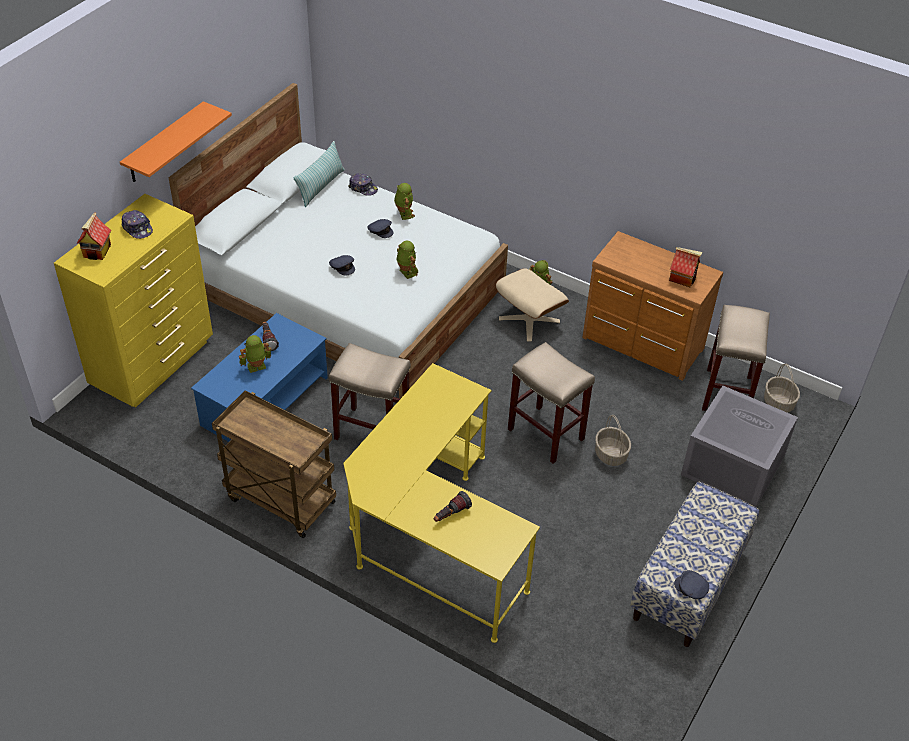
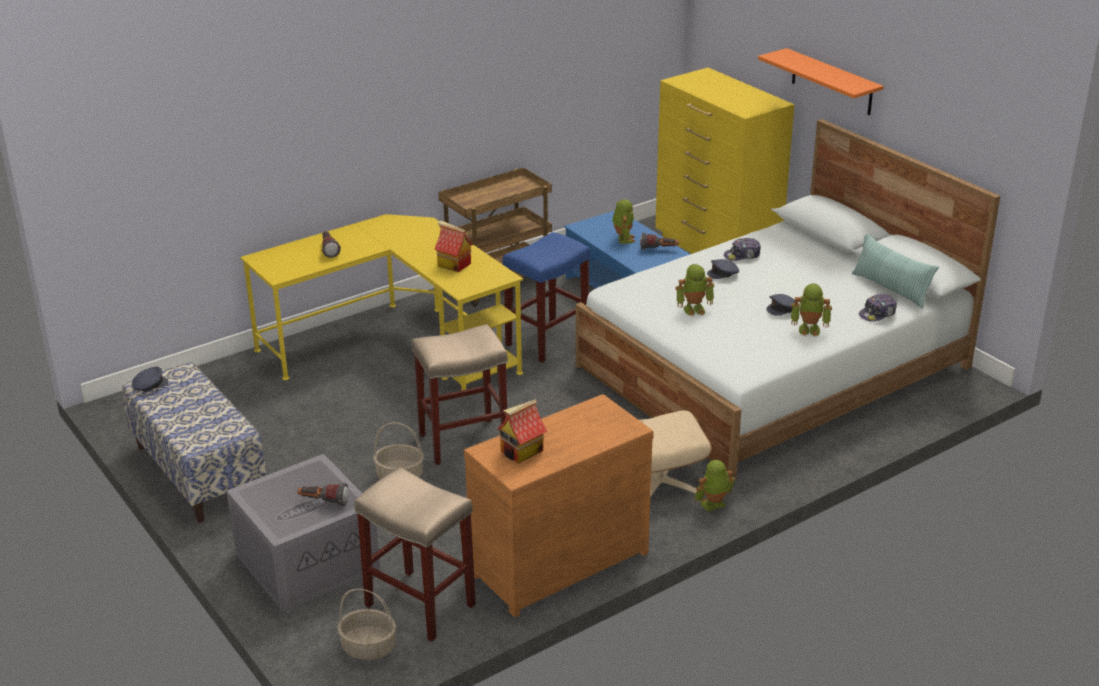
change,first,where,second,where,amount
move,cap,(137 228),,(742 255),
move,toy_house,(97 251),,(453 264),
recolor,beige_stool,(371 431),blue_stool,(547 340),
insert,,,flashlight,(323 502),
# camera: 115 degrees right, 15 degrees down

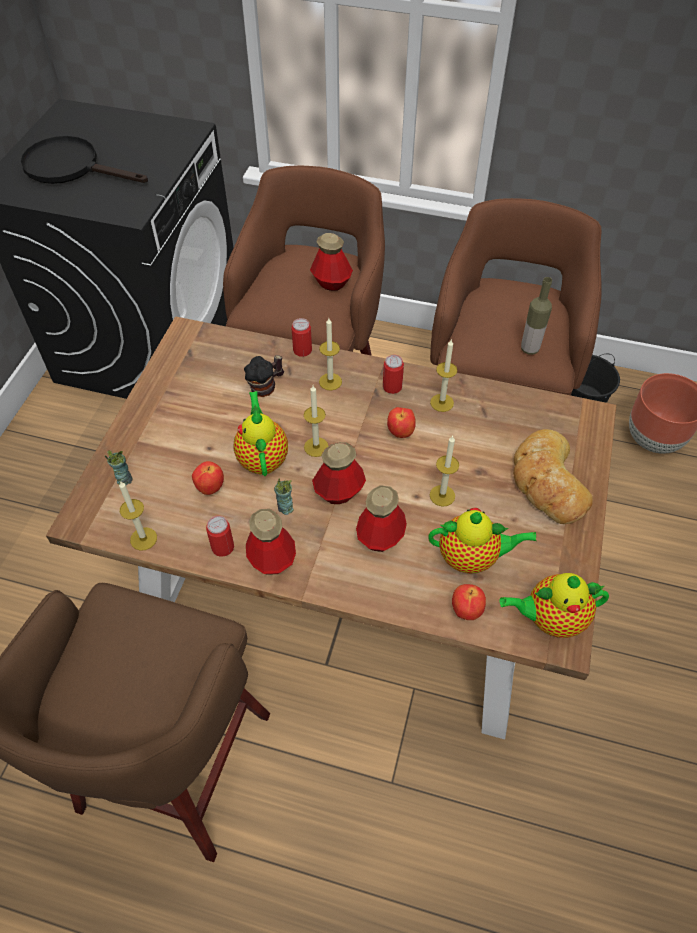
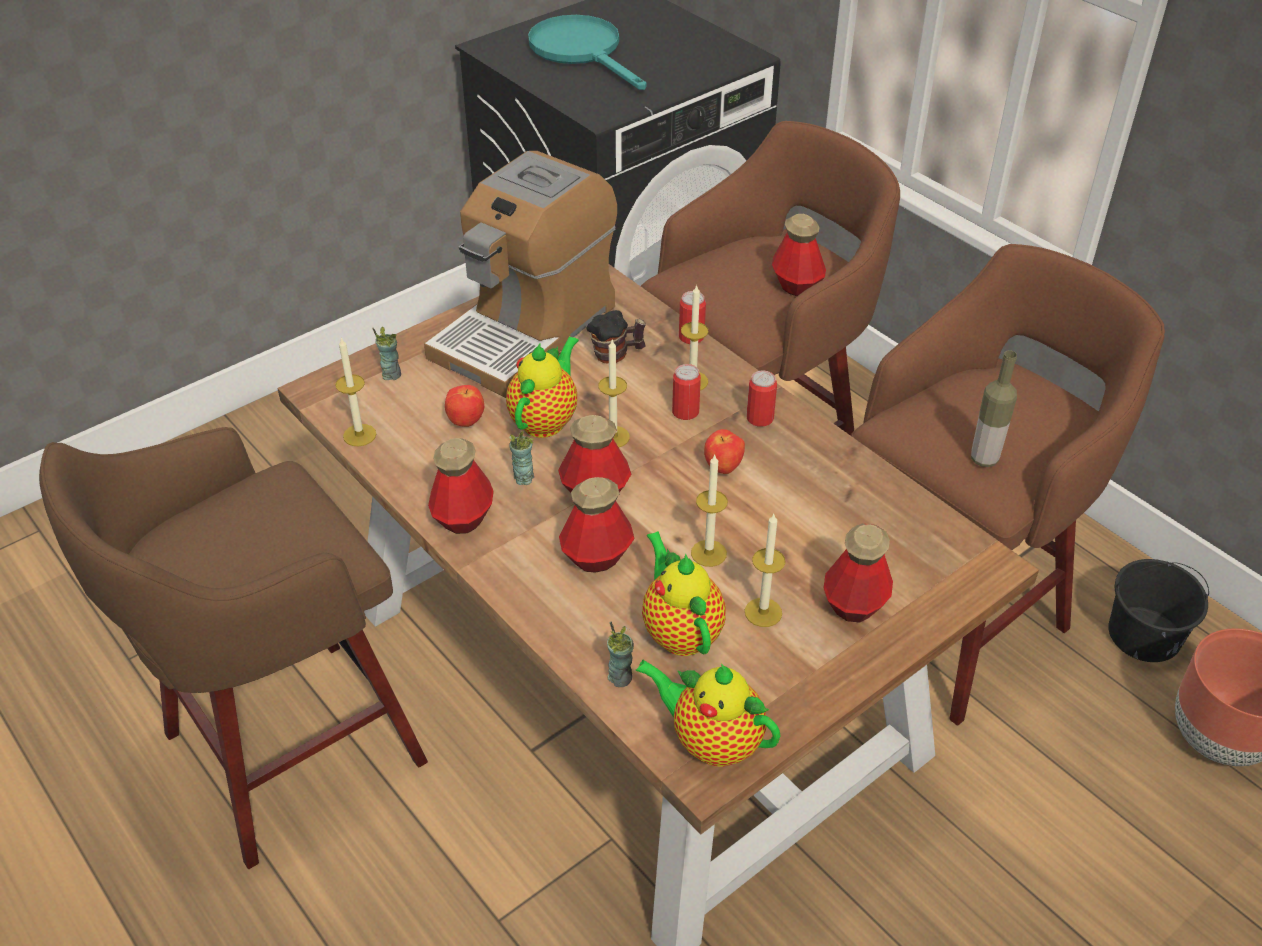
change,first,where,second,where,amount
recolor,black_frying_pan,(71 167),turquoise_frying_pan,(582 52),
move,candle,(442 402),,(763 612),
replace,bread,(547 481),bottle,(854 604),
rotate,teapot,(471 558),,(680 631),150 degrees counterclockwise
move,can,(223 547),,(685 412),
replace,apple,(465 610),cup,(620 677),
insert,,,coffee_machine,(526 330),
# camera: 35 degrees right, 10 degrees down

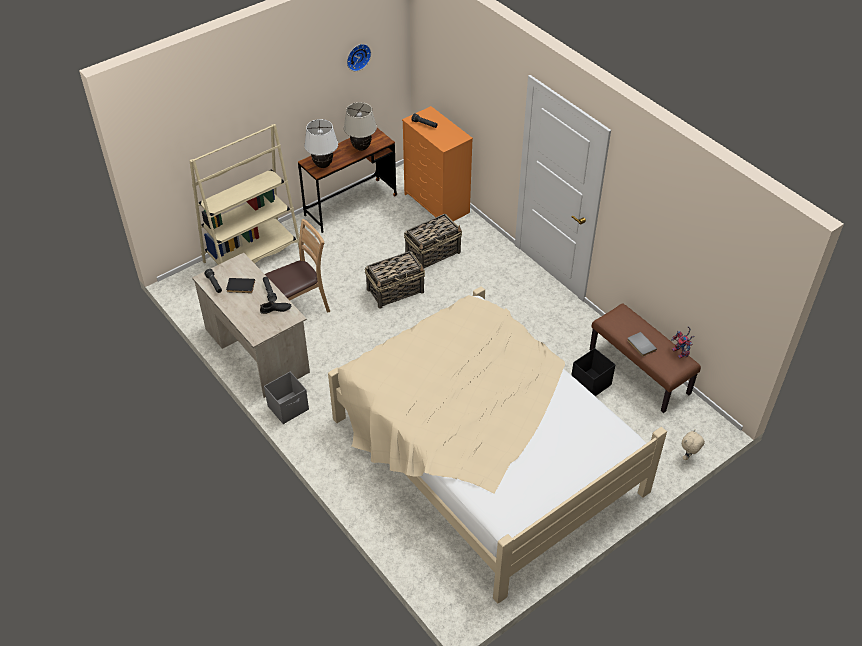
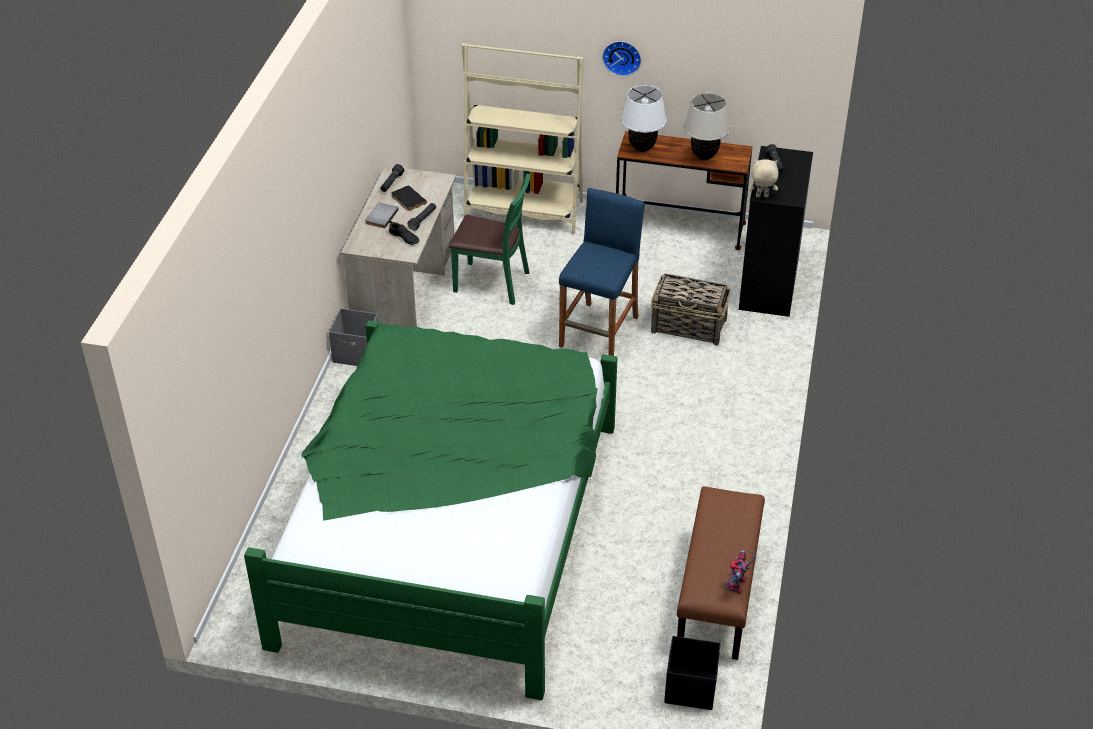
change,first,where,second,where,amount
move,wall_clock,(357 56),,(622 56),
recolor,orange_dresser,(437 203),black_dresser,(769 285),
recolor,brown_chair,(300 308),green_chair,(492 283),
replace,basket,(396 291),blue_stool,(599 332),
recolor,beige_bed,(485 454),green_bed,(449 529),
move,grey_book,(640 345),,(380 216),
move,black_storage_box,(590 384),,(689 688),
move,beige_plush_toy,(688 457),,(761 197),
# camera: 50 degrees right, 5 degrees down

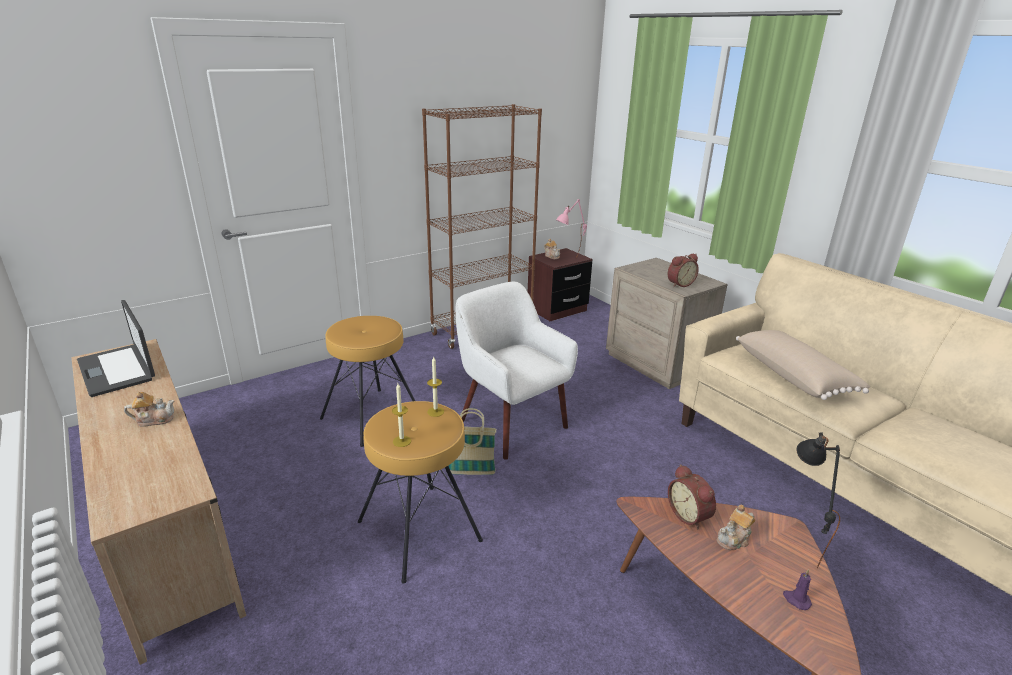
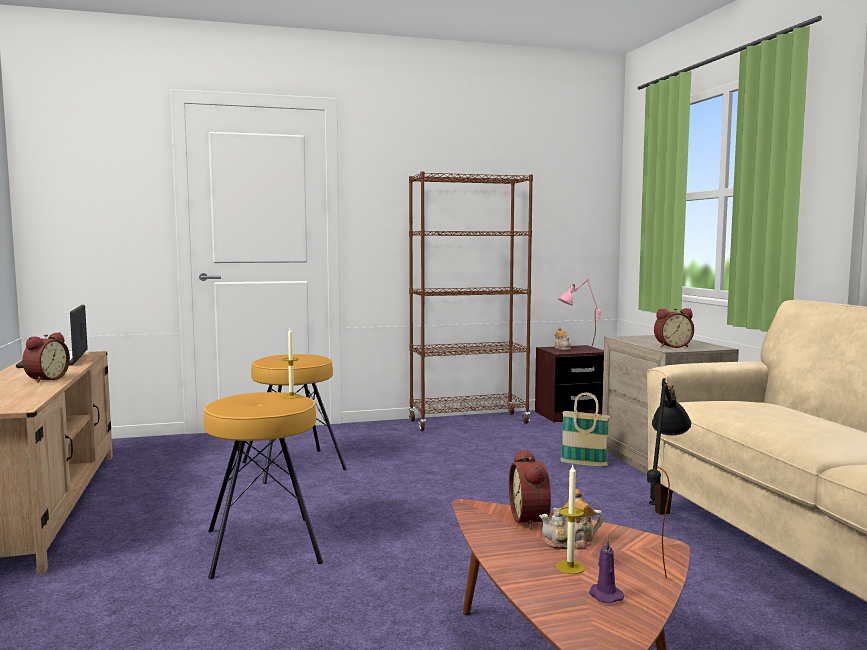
change,first,where,second,where,amount
delete,white_armchair,(511 424),,,
delete,beige_pillow,(794 376),,,
move,candle,(402 441),,(570 567),
replace,teapot,(154 419),alarm_clock,(45 379),
move,basket,(471 472),,(584 464),
# camera: 20 degrees right, 20 degrees down

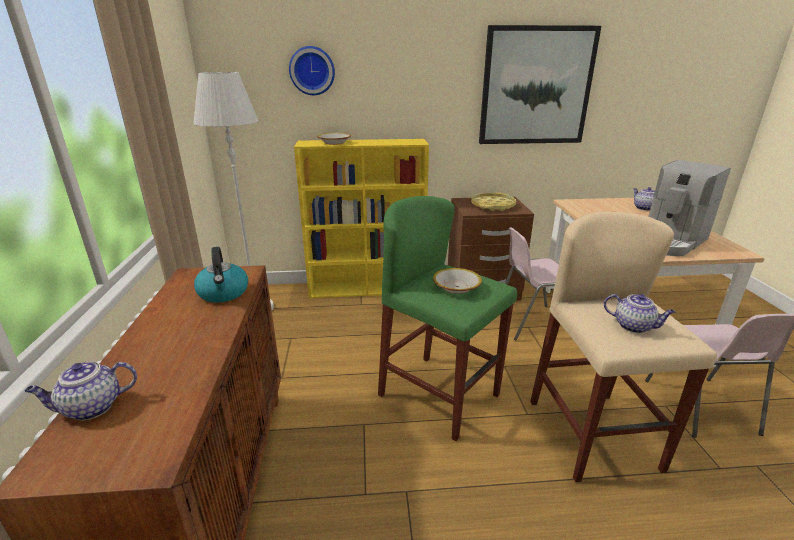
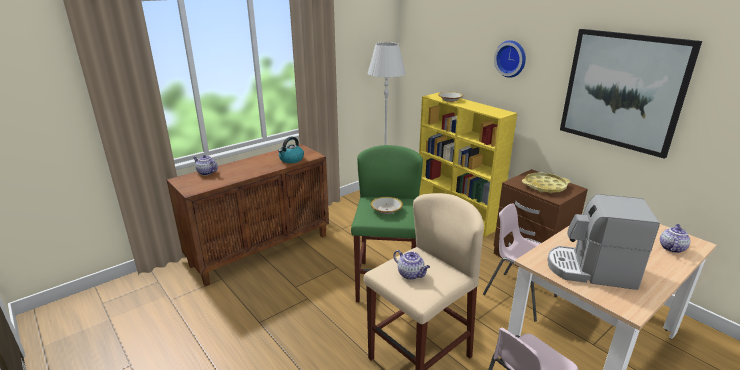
change,first,where,second,where,amount
move,wall_clock,(312 71),,(511 58),
rotate,teapot,(634 326),,(411 274),45 degrees counterclockwise
# camera: 55 degrees right, 0 degrees up

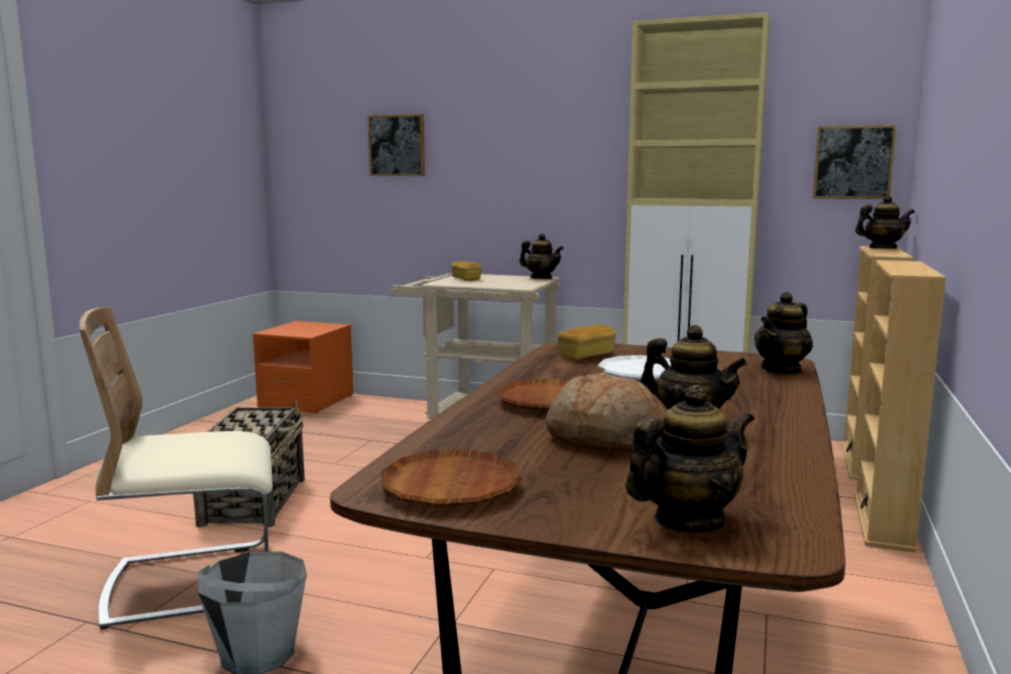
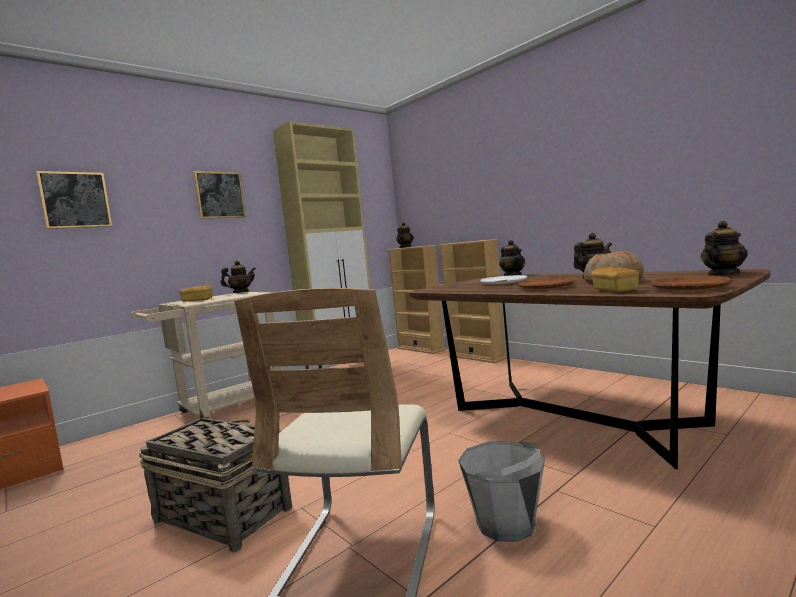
change,first,where,second,where,amount
move,picture,(853 162),,(219 195),
move,bread,(586 356),,(615 290),
rotate,teapot,(688 521),,(722 275),60 degrees clockwise
# camera: 60 degrees left, 5 degrees down

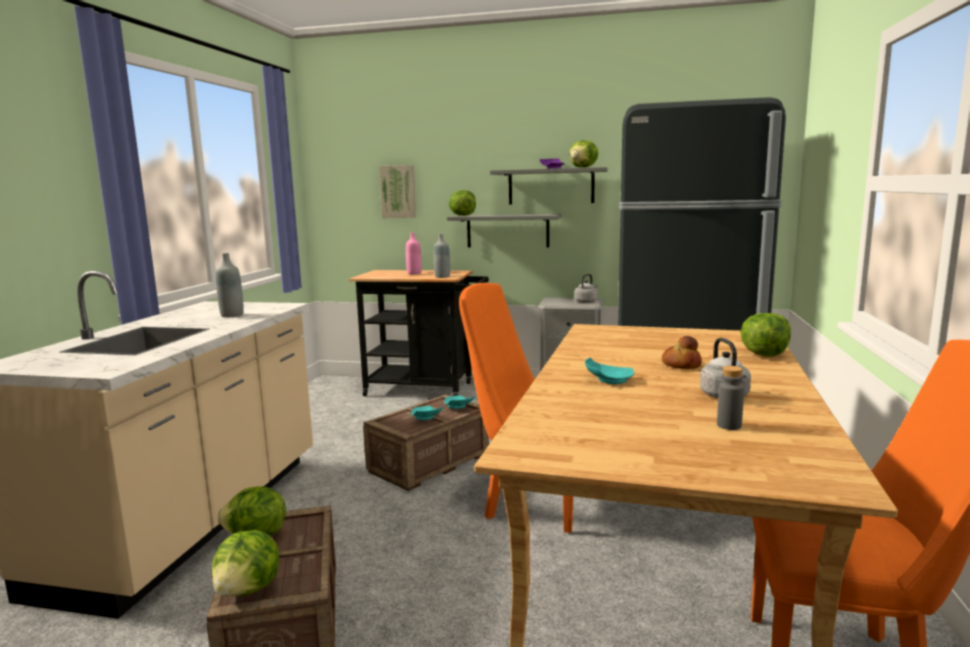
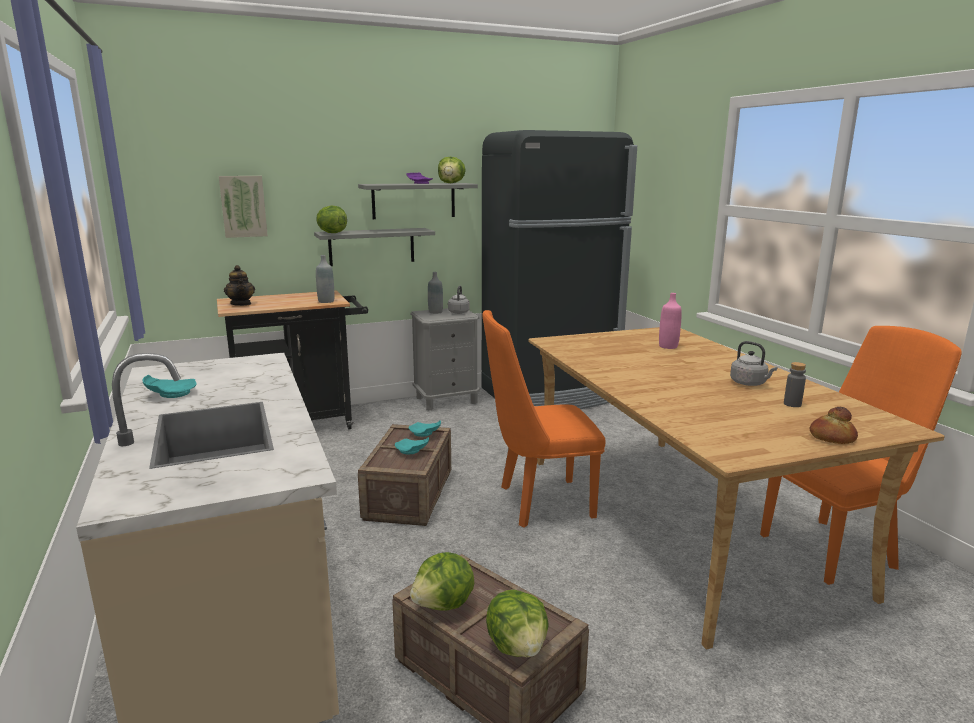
change,first,where,second,where,amount
move,pink_bottle,(414 273),,(668 346),
move,grey_bottle,(232 315),,(435 312),
delete,lettuce,(764 354),,,
move,bread,(681 365),,(831 437),
move,turquoise_plate,(608 380),,(170 394),
insert,,,teapot,(241 304),
# camera: 35 degrees left, 5 degrees up

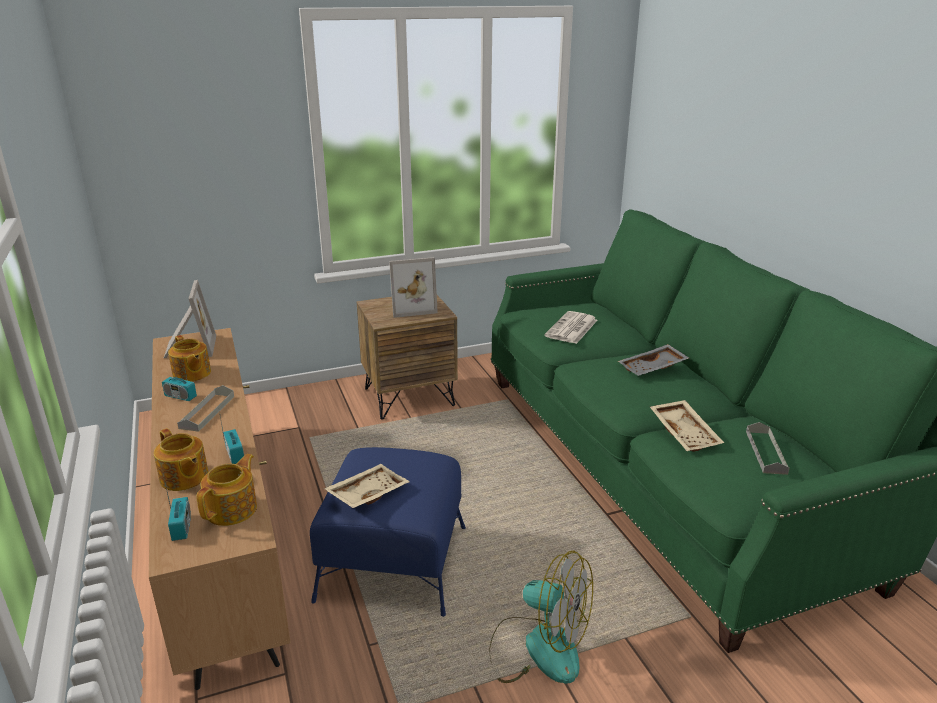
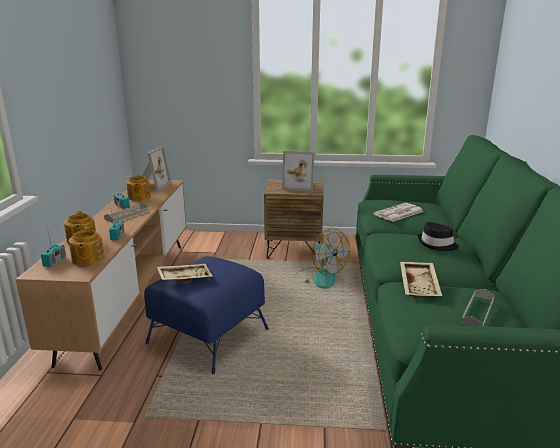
change,first,where,second,where,amount
replace,grey_tray,(653 368),black_hat,(437 244),
rotate,teapot,(233 509),,(87 259),120 degrees clockwise
move,fan,(538 647),,(319 277),
# camera: 25 degrees right, 5 degrees down

